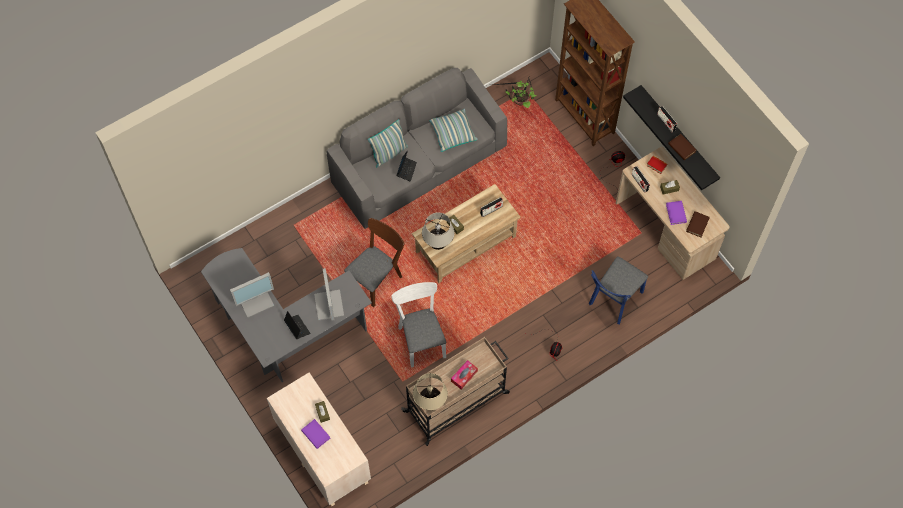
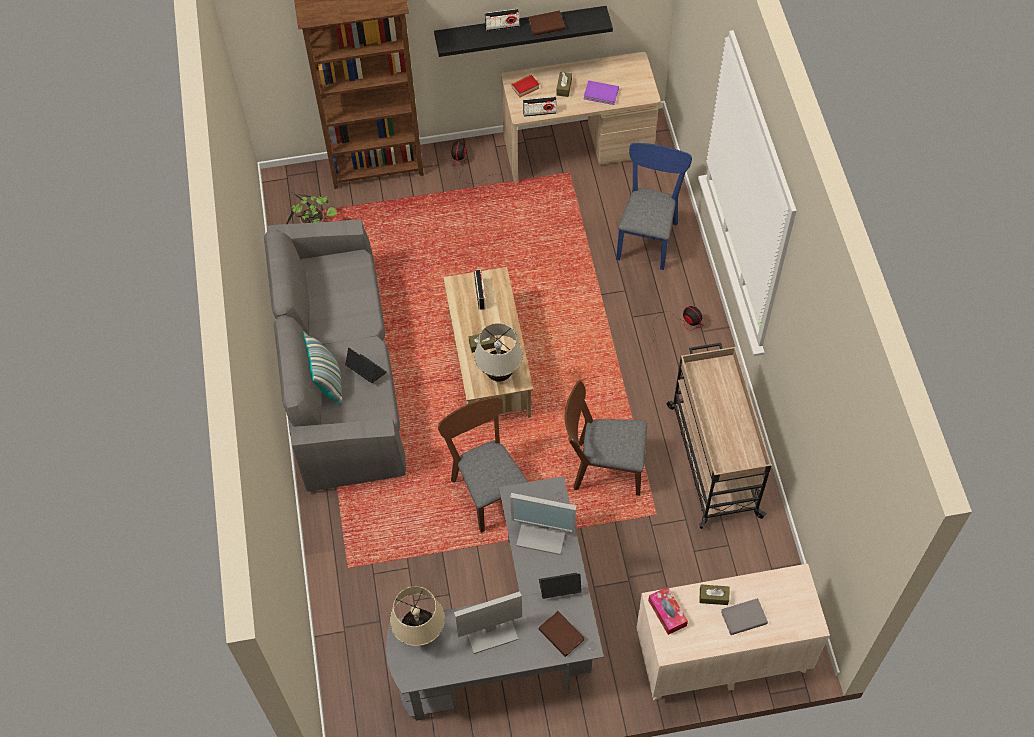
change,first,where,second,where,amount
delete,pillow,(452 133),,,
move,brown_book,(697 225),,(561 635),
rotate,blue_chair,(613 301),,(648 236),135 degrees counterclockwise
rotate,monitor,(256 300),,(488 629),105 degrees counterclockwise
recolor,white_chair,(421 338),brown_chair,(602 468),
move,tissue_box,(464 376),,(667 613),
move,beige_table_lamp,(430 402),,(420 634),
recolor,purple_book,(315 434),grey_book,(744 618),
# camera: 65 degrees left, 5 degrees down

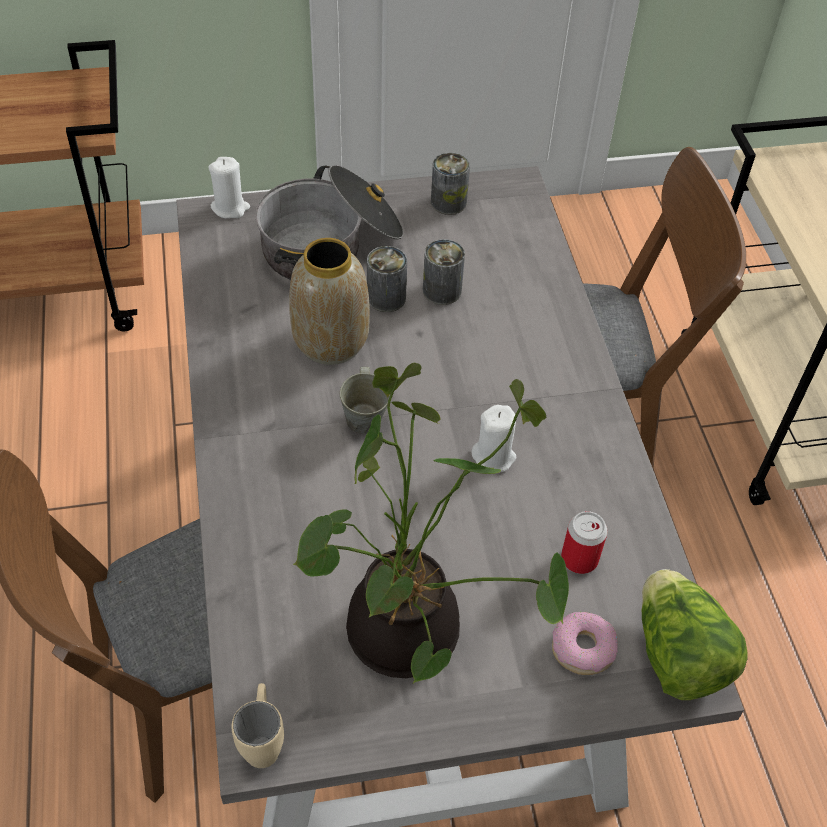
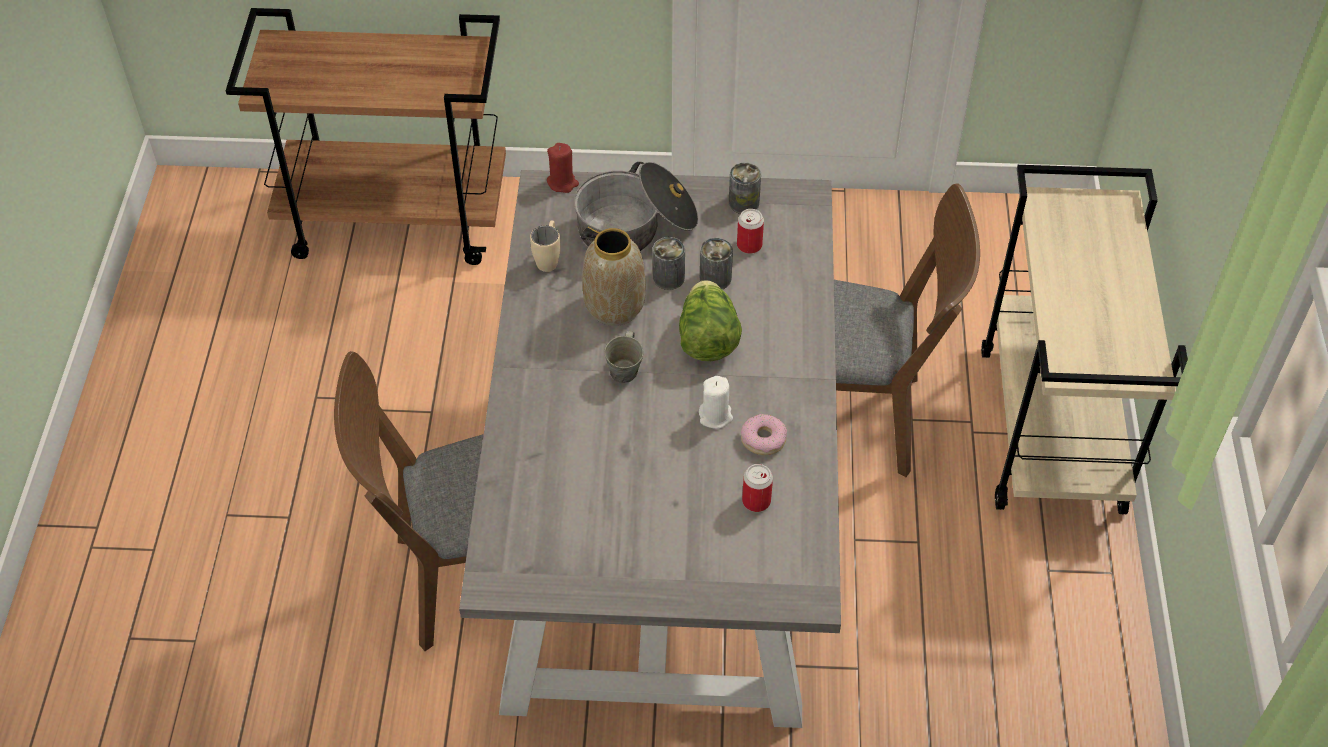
change,first,where,second,where,amount
recolor,white_candle,(230 208),red_candle,(562 183),
delete,potted_plant,(413 634),,,
move,lettuce,(676 655),,(707 338),
move,donut,(583 648),,(763 439),
move,beige_mug,(263 740),,(549 259),
insert,,,can,(749 245),
# camera: 15 degrees right, 0 degrees up

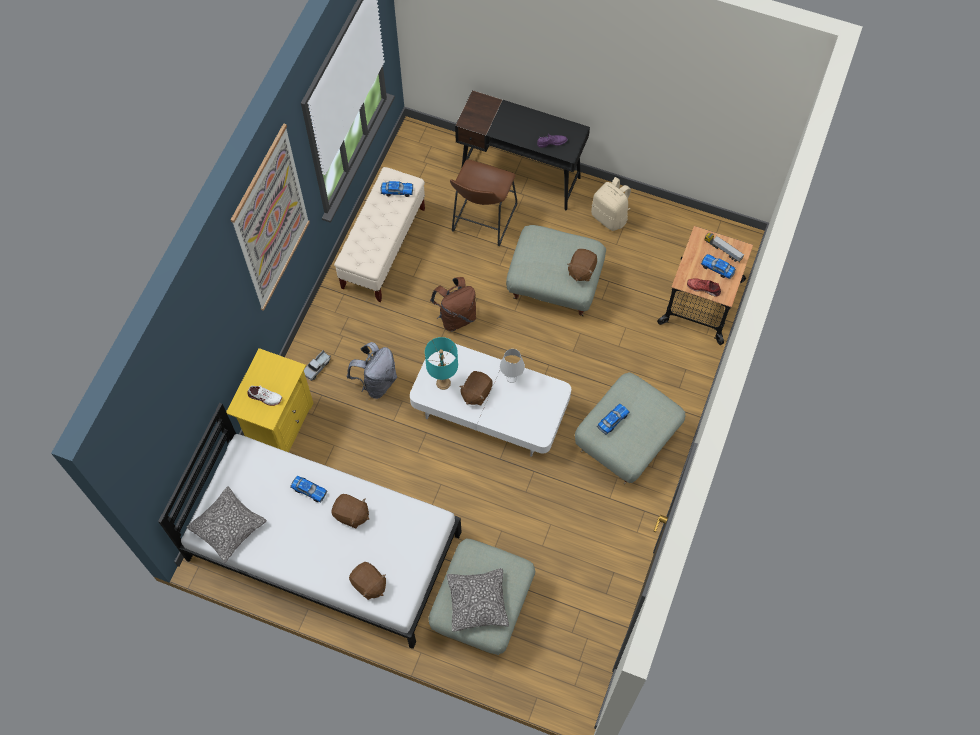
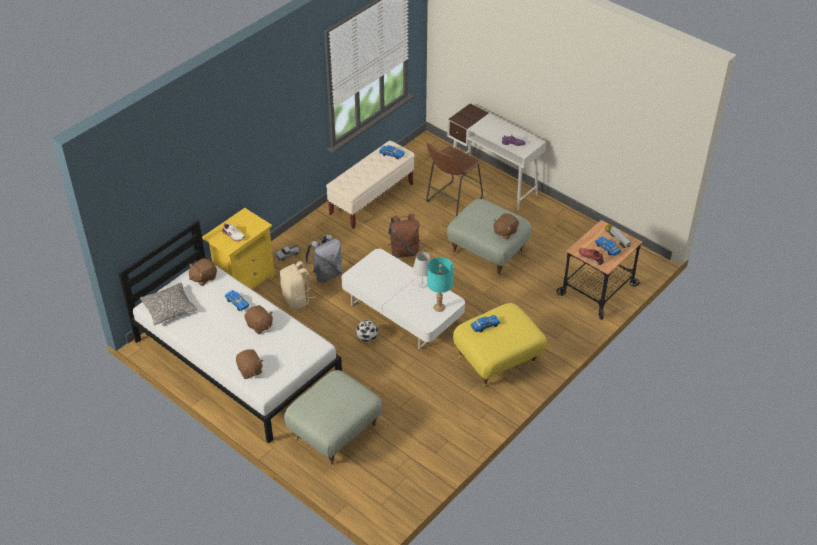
change,first,where,second,where,amount
recolor,black_desk,(521 176),white_desk,(493 183),
delete,picture,(271 220),,,
move,beige_backpack,(610 217),,(297 299),
move,turquoise_table_lamp,(443 383),,(439 307),
move,brown_plush_toy,(476 393),,(203 278),
recolor,grey_ottoman,(626 441),yellow_ottoman,(497 360),
delete,pillow,(477 602),,,
insert,,,football,(367 338),
# camera: 20 degrees right, 20 degrees down

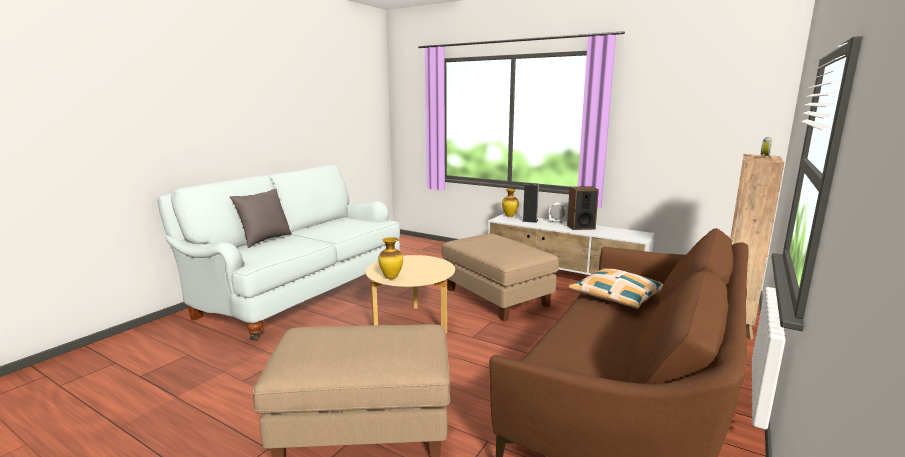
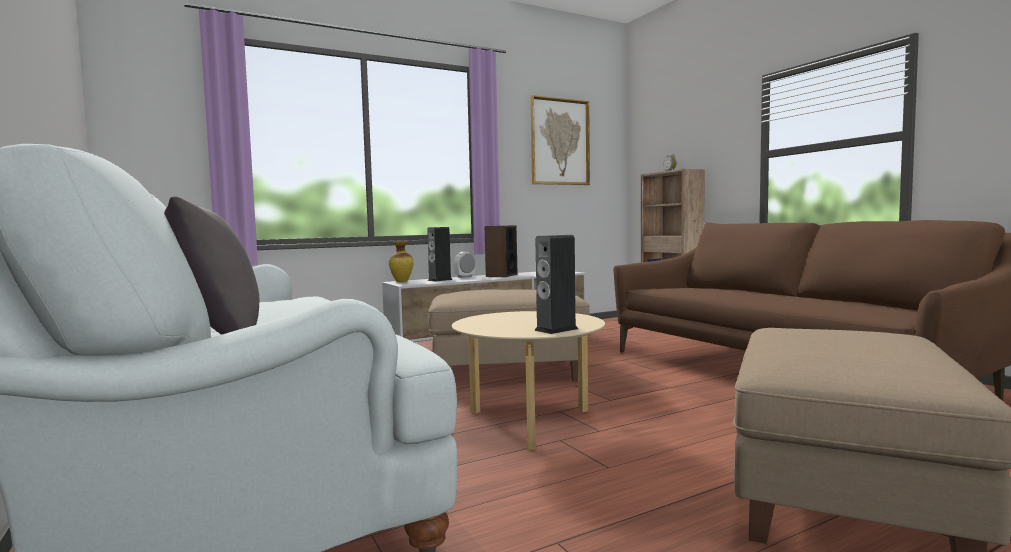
change,first,where,second,where,amount
replace,vase,(391 278),speaker,(556 329),
delete,pillow,(617 296),,,
insert,,,picture,(559 142),
# camera: 60 degrees left, 10 degrees down

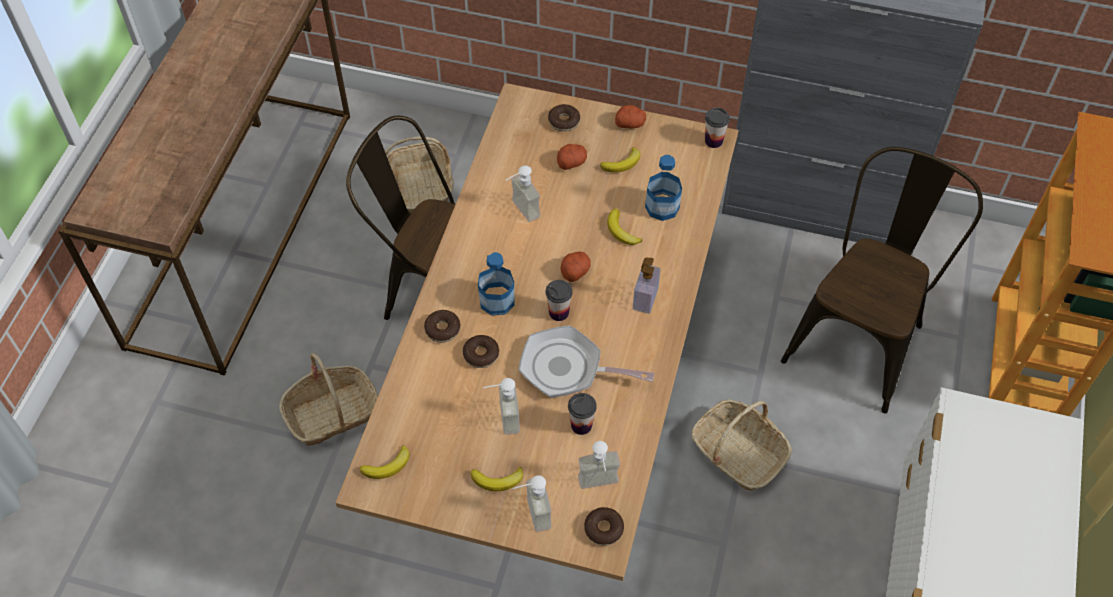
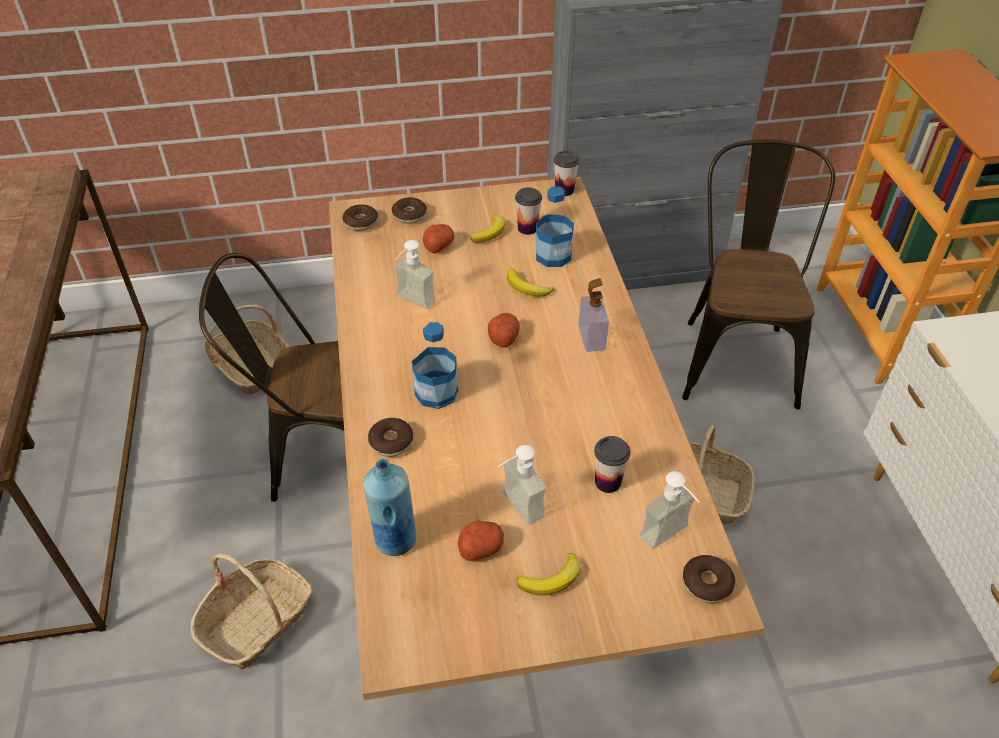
change,first,where,second,where,amount
move,potato,(630 123),,(481 547),
move,cup,(559 312),,(527 228),
delete,frying_pan,(568 368),,,
move,donut,(481 355),,(361 222),
delete,banana,(387 466),,,
delete,soap_dispenser,(530 515),,,
insert,,,blue_bottle,(395 540),
# camera: 25 degrees left, 10 degrees down

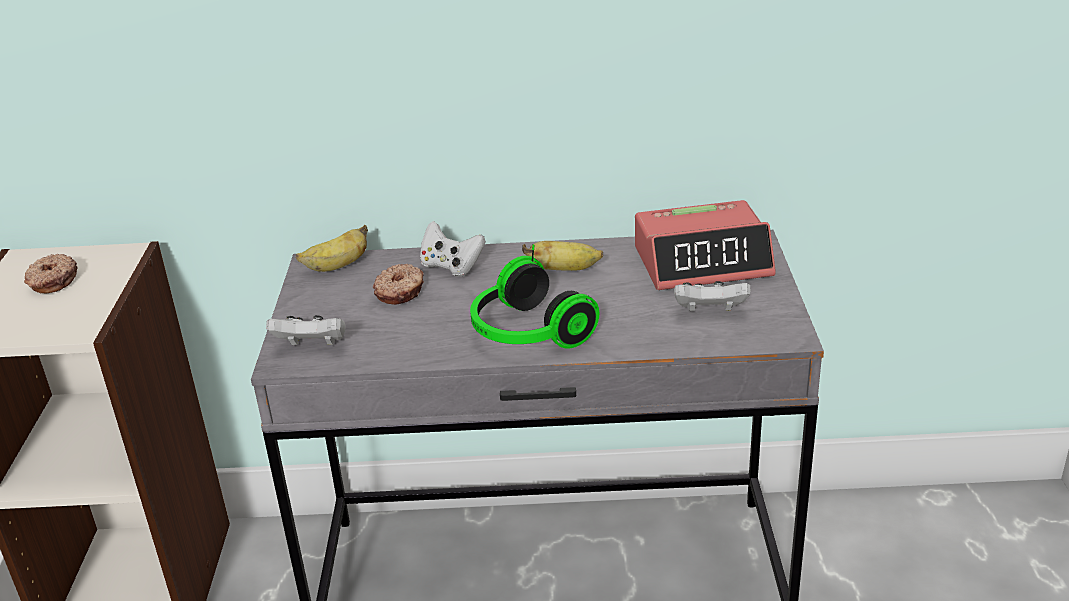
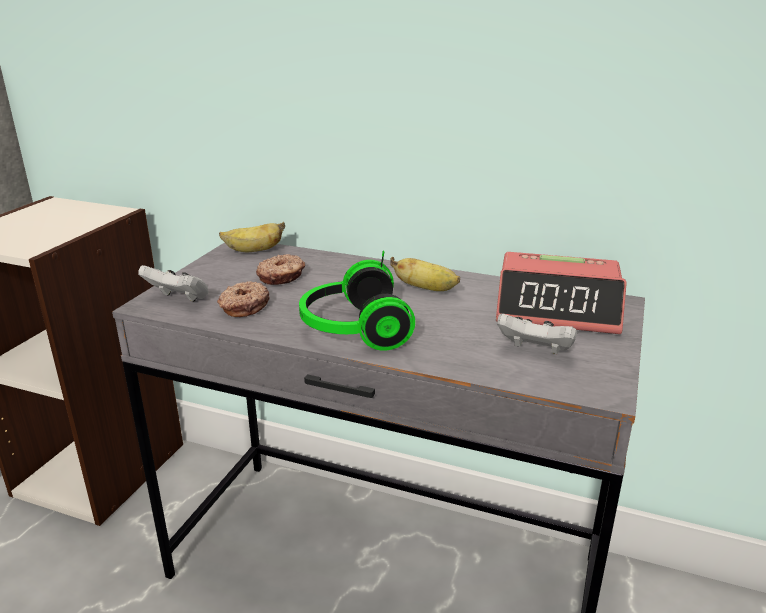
change,first,where,second,where,amount
delete,white_game_controller,(451 267),,,
move,donut,(52 281),,(243 306),
# camera: 20 degrees right, 5 degrees down

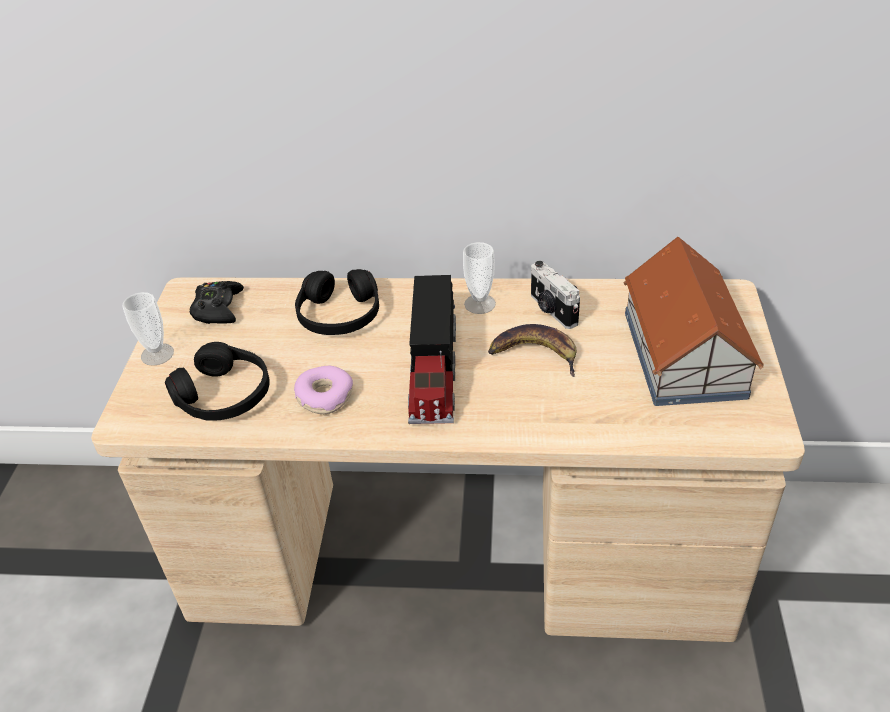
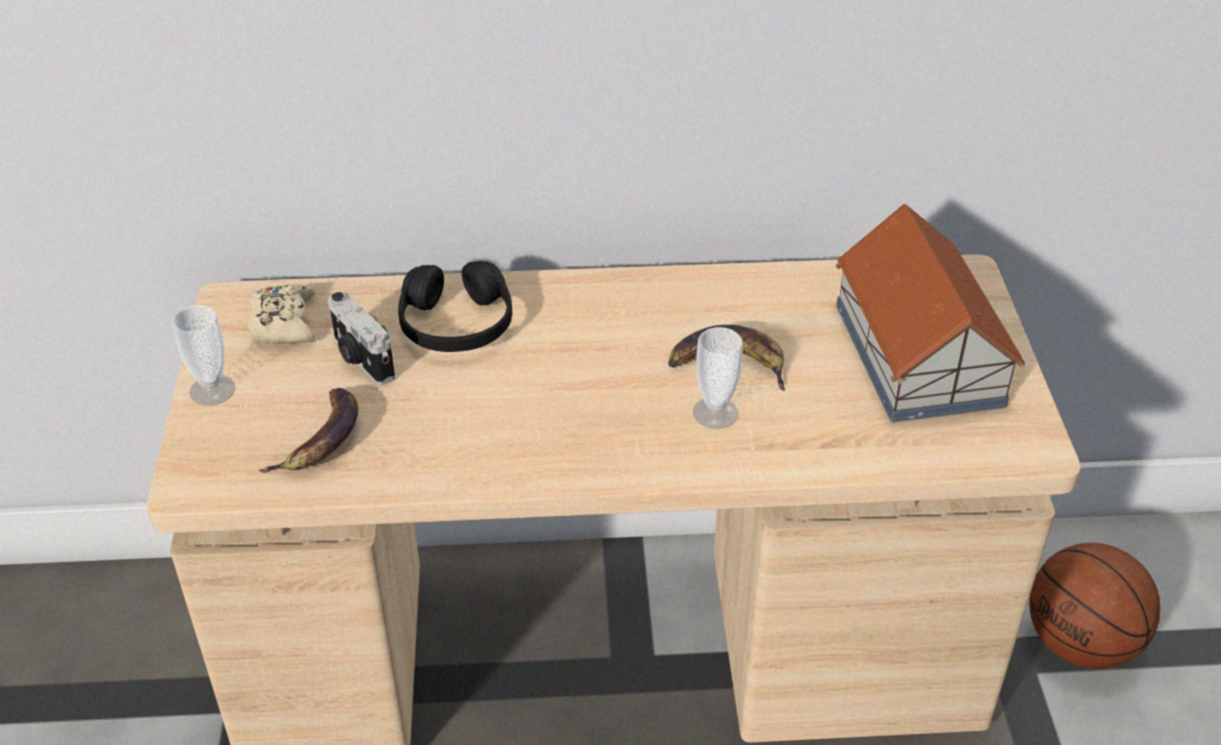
change,first,where,second,where,amount
move,cup,(480 304),,(715 413),
move,photo_camera,(552 310),,(361 359),
delete,toy_truck,(433 370),,,
recolor,black_game_controller,(218 309),beige_game_controller,(284 323),
replace,black_headphones,(224 395),banana,(322 440),
delete,donut,(324 396),,,
insert,,,basketball,(1081 643),
# camera: 10 degrees left, 0 degrees up

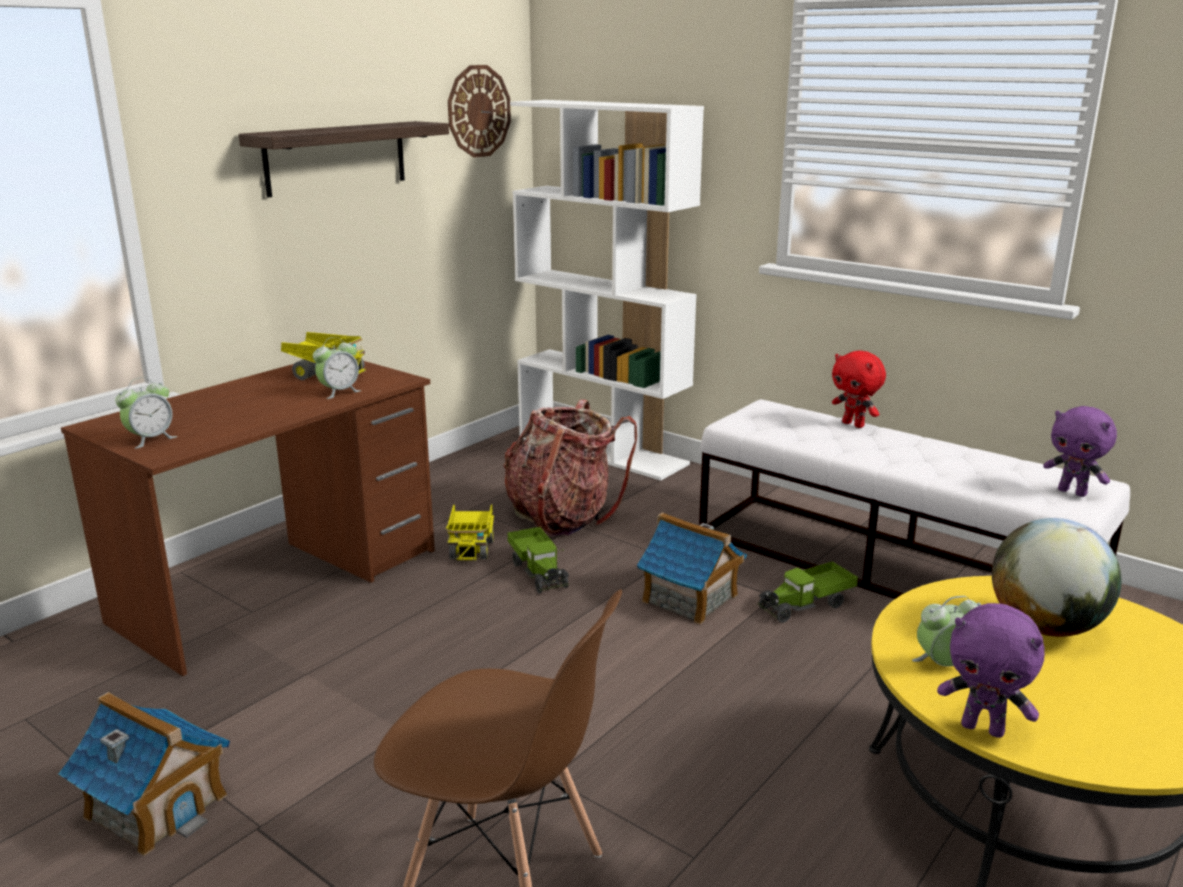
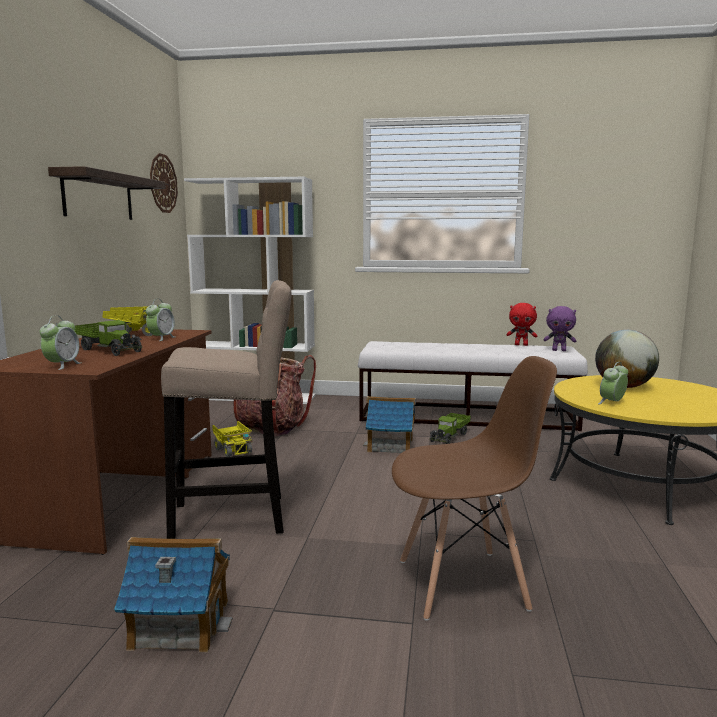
change,first,where,second,where,amount
move,red_plush_toy,(854 424),,(521 345),
move,toy_truck,(539 571),,(109 350),
delete,purple_plush_toy,(983 728),,,
insert,,,beige_stool,(236 517),
# camera: 30 degrees left, 10 degrees down

